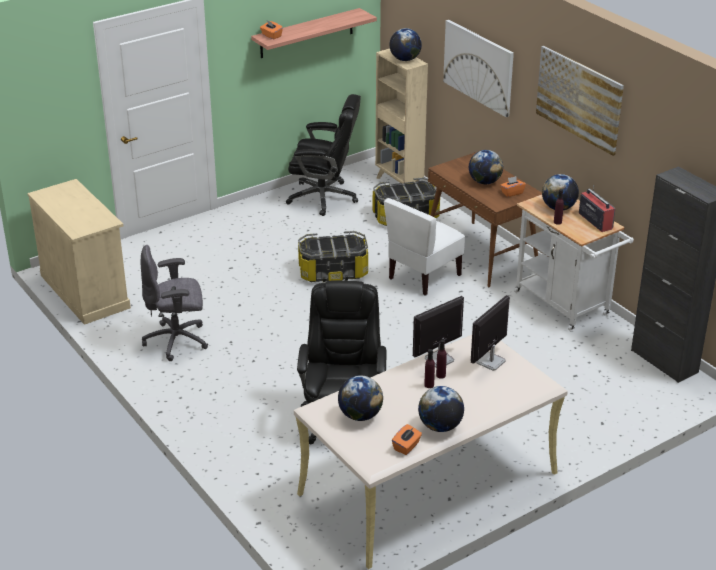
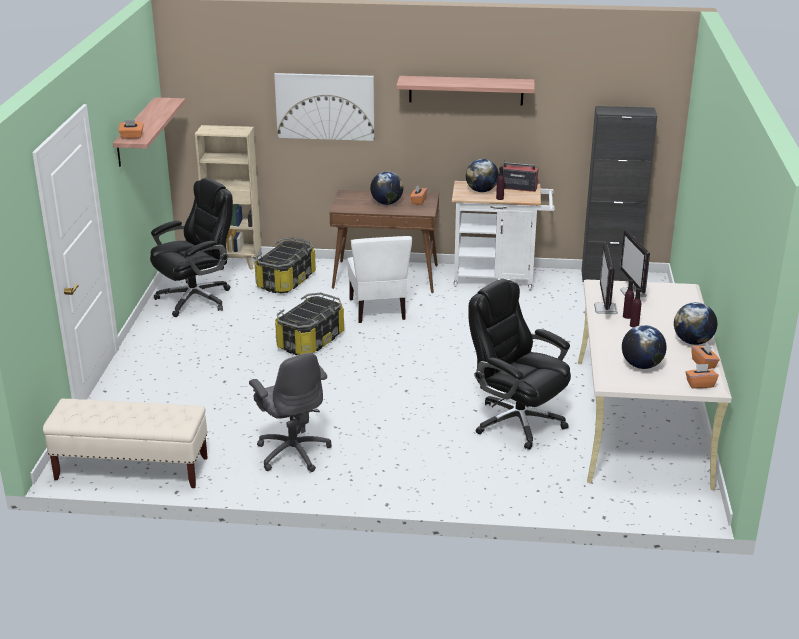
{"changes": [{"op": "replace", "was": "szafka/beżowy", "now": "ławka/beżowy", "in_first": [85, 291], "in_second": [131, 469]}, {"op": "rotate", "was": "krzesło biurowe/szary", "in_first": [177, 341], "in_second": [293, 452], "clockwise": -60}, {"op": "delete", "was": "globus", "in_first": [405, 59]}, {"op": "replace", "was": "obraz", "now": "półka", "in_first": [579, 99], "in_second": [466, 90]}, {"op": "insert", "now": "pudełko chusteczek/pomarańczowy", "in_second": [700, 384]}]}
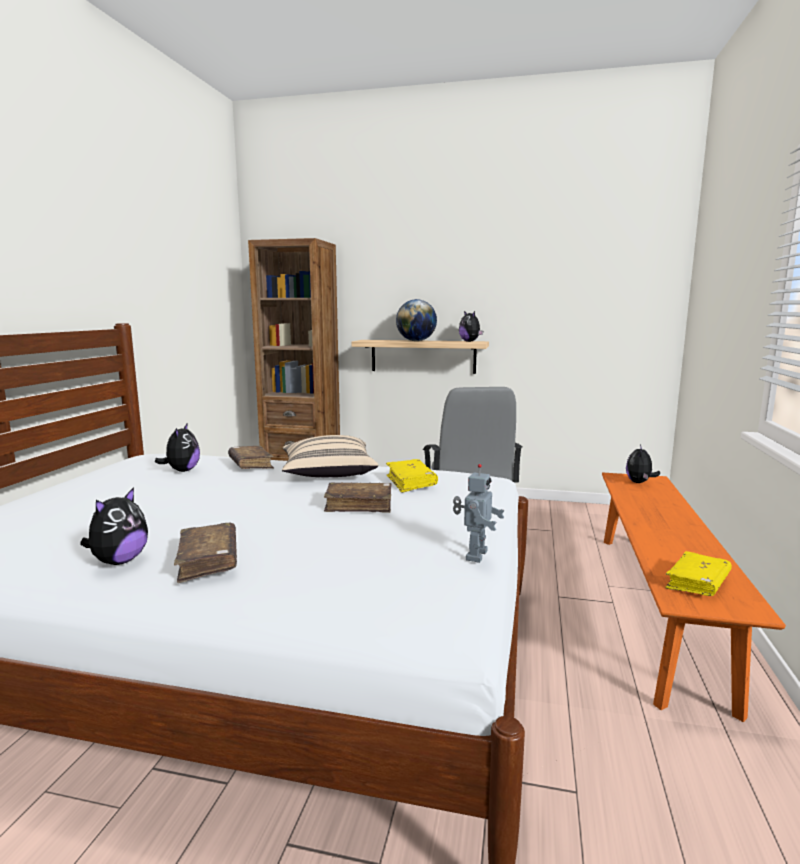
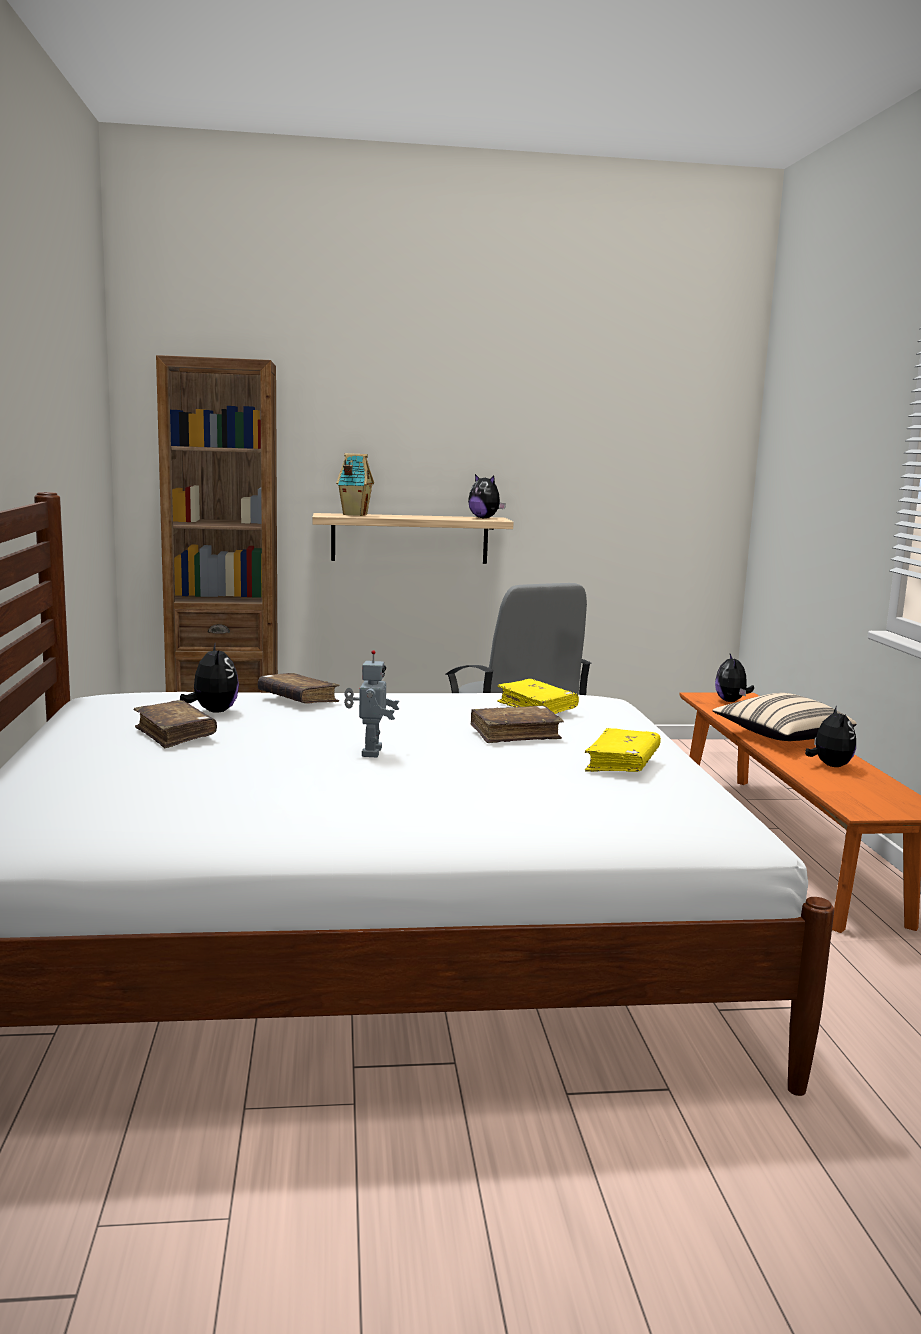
{"changes": [{"op": "move", "was": "pluszak", "in_first": [119, 561], "in_second": [829, 765]}, {"op": "move", "was": "książka/brązowy", "in_first": [208, 561], "in_second": [175, 734]}, {"op": "move", "was": "poduszka/beżowy", "in_first": [328, 474], "in_second": [781, 737]}, {"op": "delete", "was": "globus", "in_first": [416, 341]}, {"op": "move", "was": "robot zabawkowy", "in_first": [474, 555], "in_second": [369, 752]}, {"op": "move", "was": "książka/żółty", "in_first": [697, 583], "in_second": [622, 763]}, {"op": "insert", "now": "domek", "in_second": [354, 514]}]}
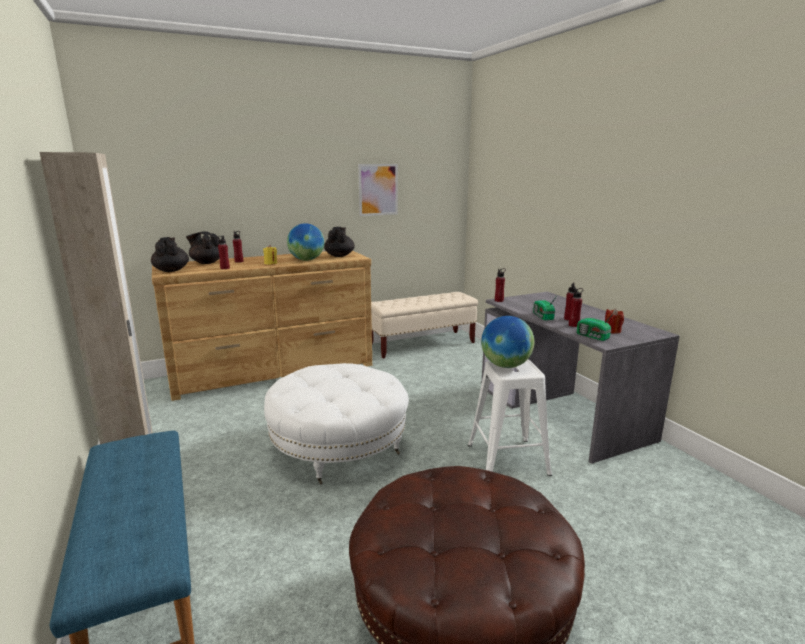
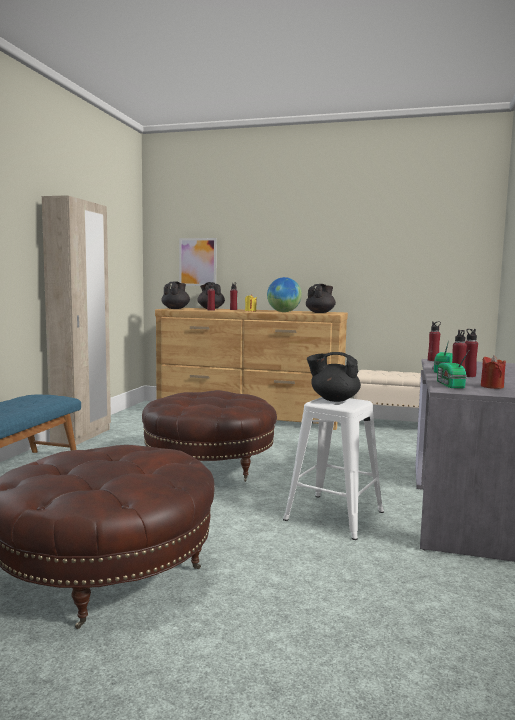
{"changes": [{"op": "recolor", "was": "pufa/biały", "now": "pufa/brązowy", "in_first": [339, 448], "in_second": [209, 465]}, {"op": "move", "was": "obraz", "in_first": [378, 189], "in_second": [197, 262]}, {"op": "replace", "was": "globus", "now": "imbryk/czarny", "in_first": [505, 365], "in_second": [333, 399]}]}
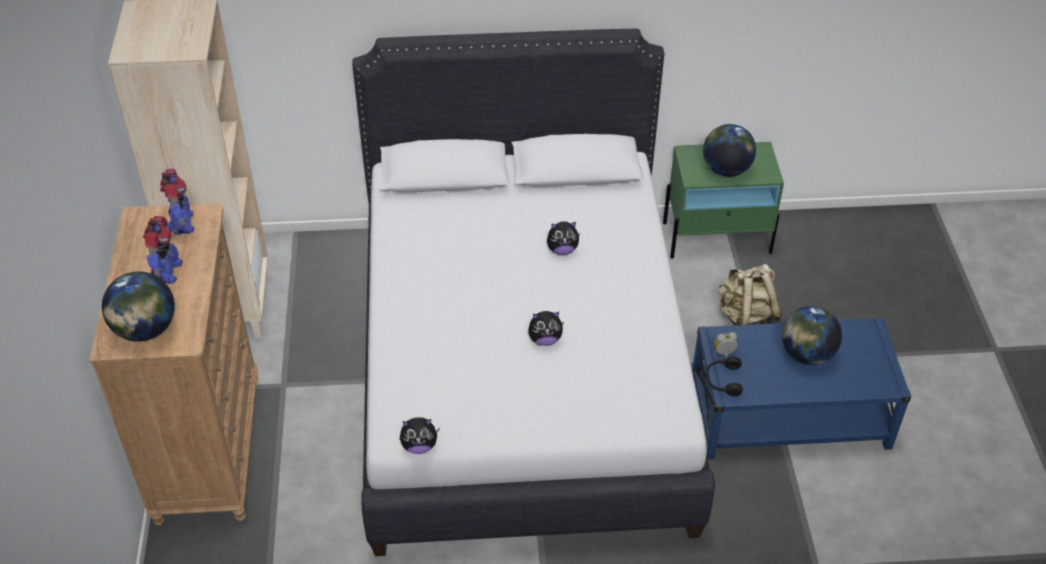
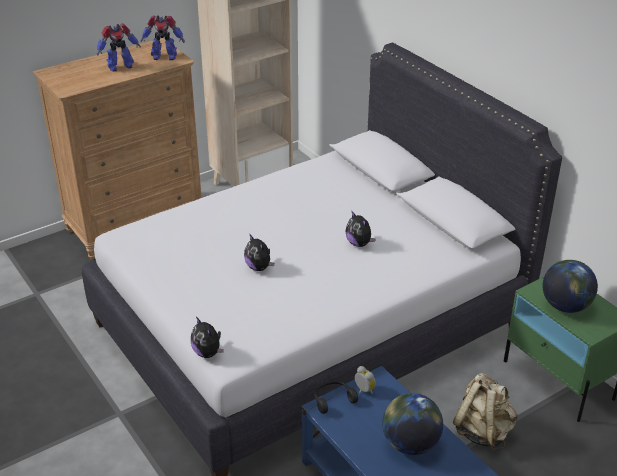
{"changes": [{"op": "delete", "was": "globus", "in_first": [145, 330]}, {"op": "rotate", "was": "robot zabawkowy", "in_first": [182, 224], "in_second": [164, 57], "clockwise": 45}, {"op": "move", "was": "pluszak", "in_first": [419, 446], "in_second": [208, 353]}]}
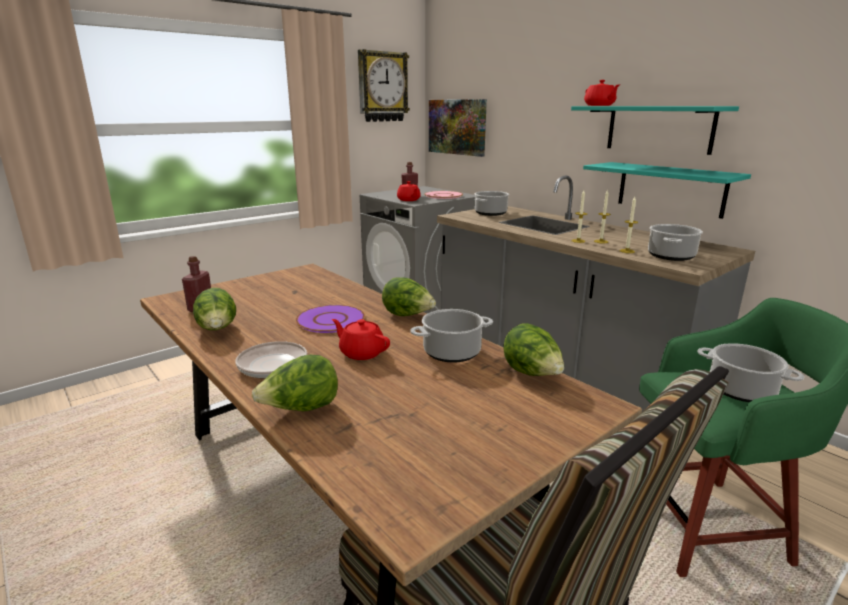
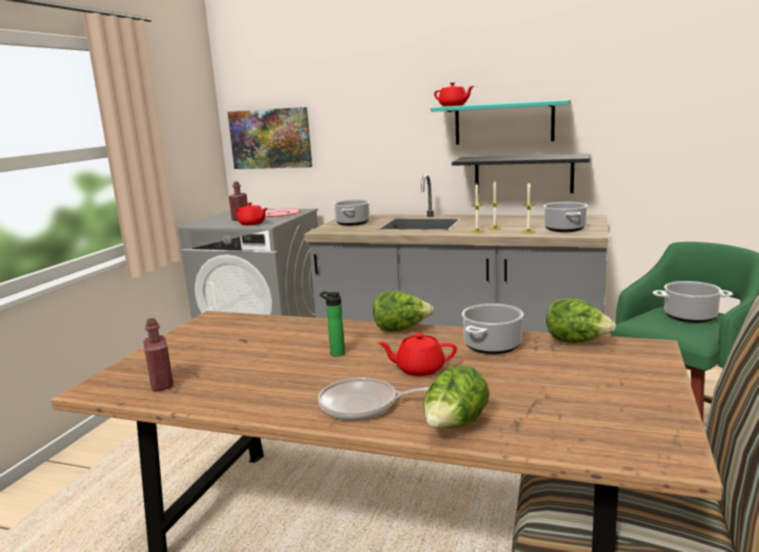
{"changes": [{"op": "delete", "was": "sałata", "in_first": [218, 330]}, {"op": "replace", "was": "talerz/fioletowy", "now": "butelka", "in_first": [330, 320], "in_second": [335, 353]}, {"op": "delete", "was": "zegar ścienny", "in_first": [382, 87]}, {"op": "recolor", "was": "półka/turkusowy", "now": "półka/czarny", "in_first": [670, 189], "in_second": [523, 174]}]}
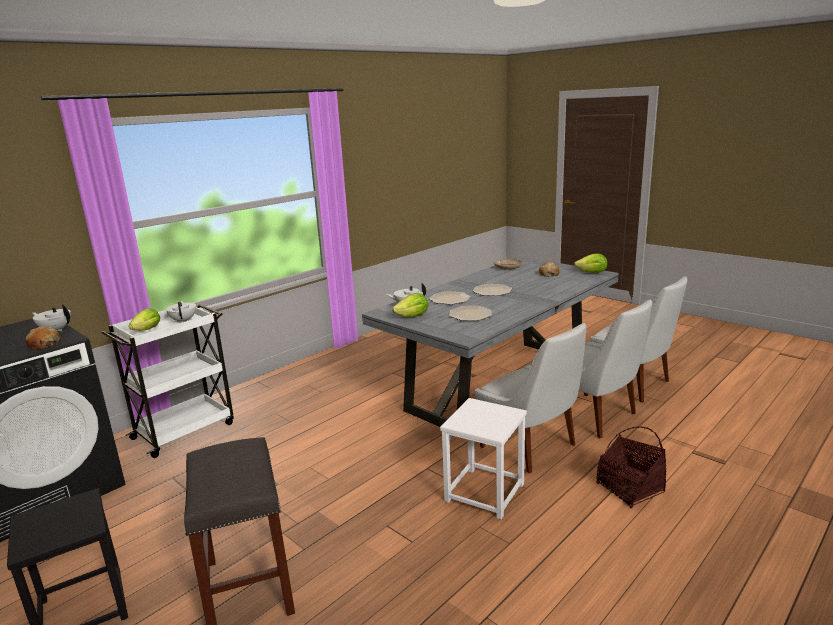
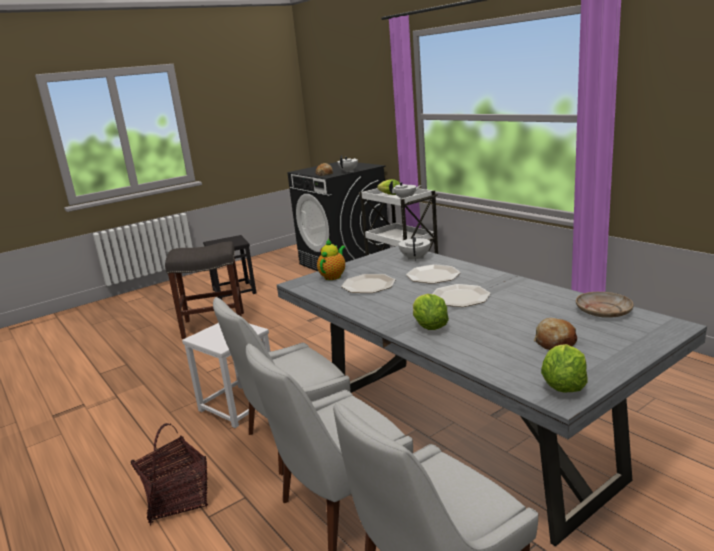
{"changes": [{"op": "move", "was": "sałata", "in_first": [413, 316], "in_second": [429, 327]}, {"op": "insert", "now": "imbryk", "in_second": [333, 276]}]}
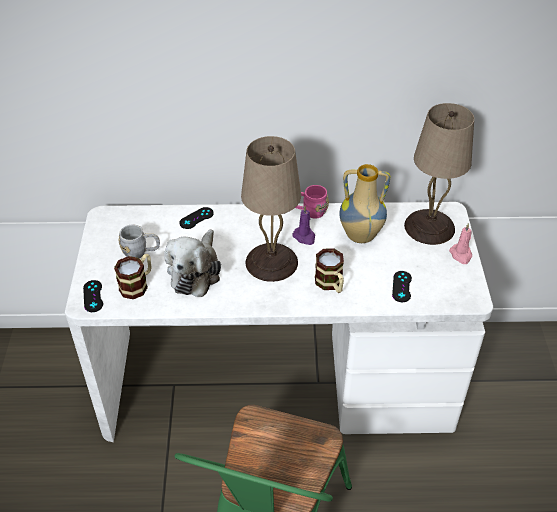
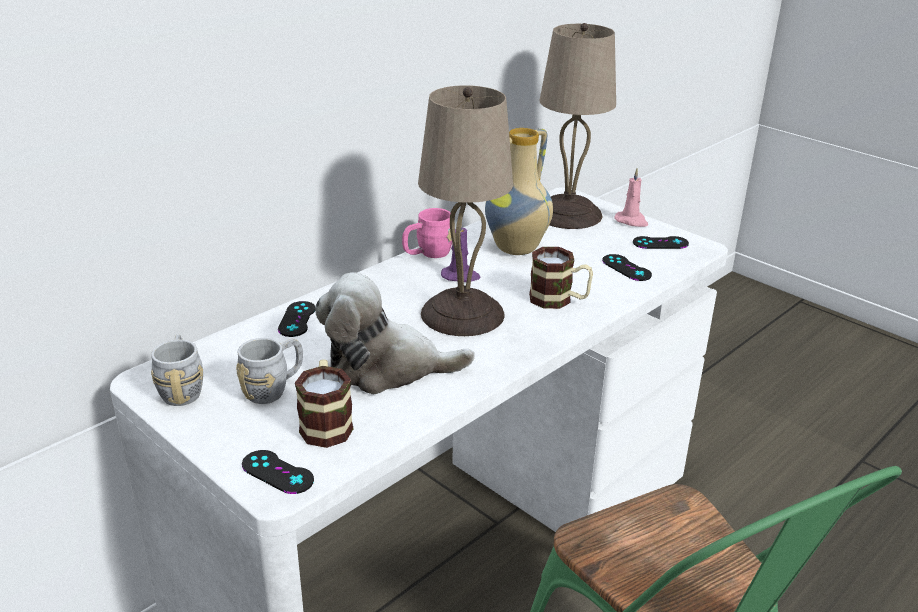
{"changes": [{"op": "rotate", "was": "pluszak", "in_first": [196, 272], "in_second": [385, 368], "clockwise": 120}, {"op": "insert", "now": "kubek/szary", "in_second": [182, 388]}, {"op": "insert", "now": "pad do gier/czarny", "in_second": [660, 243]}]}
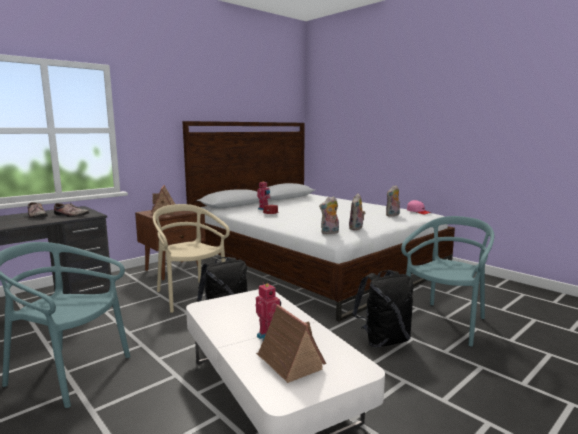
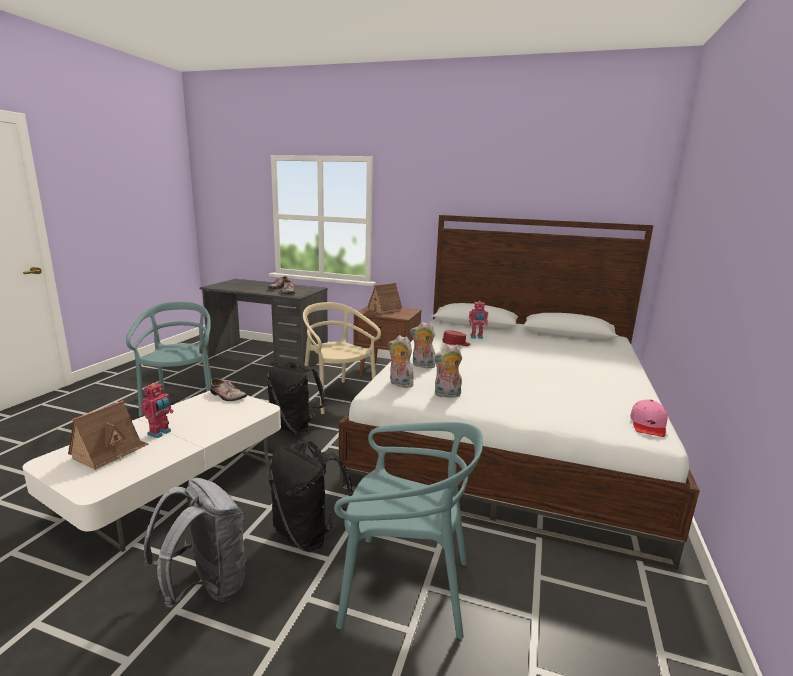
{"changes": [{"op": "rotate", "was": "krzesło/beżowy", "in_first": [190, 295], "in_second": [337, 396], "clockwise": -60}, {"op": "move", "was": "pluszak", "in_first": [393, 215], "in_second": [422, 365]}, {"op": "insert", "now": "plecak/szary", "in_second": [205, 587]}, {"op": "insert", "now": "but", "in_second": [227, 396]}]}
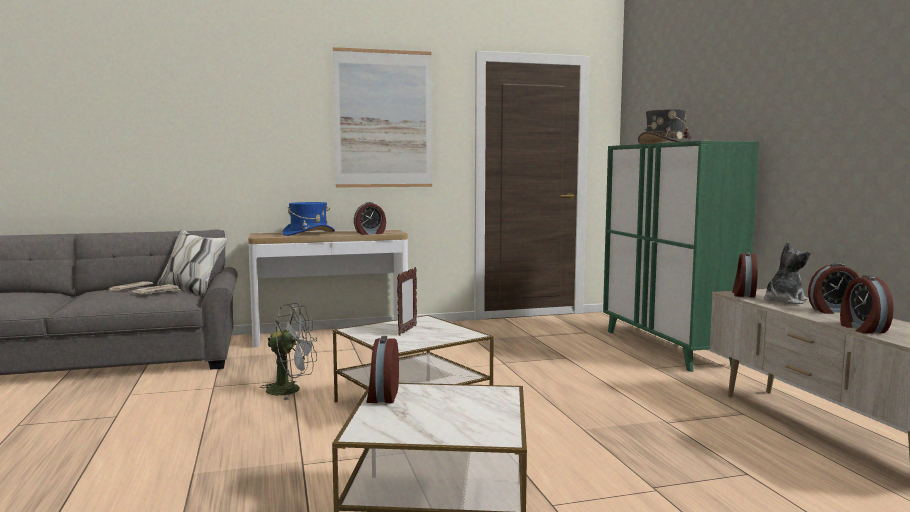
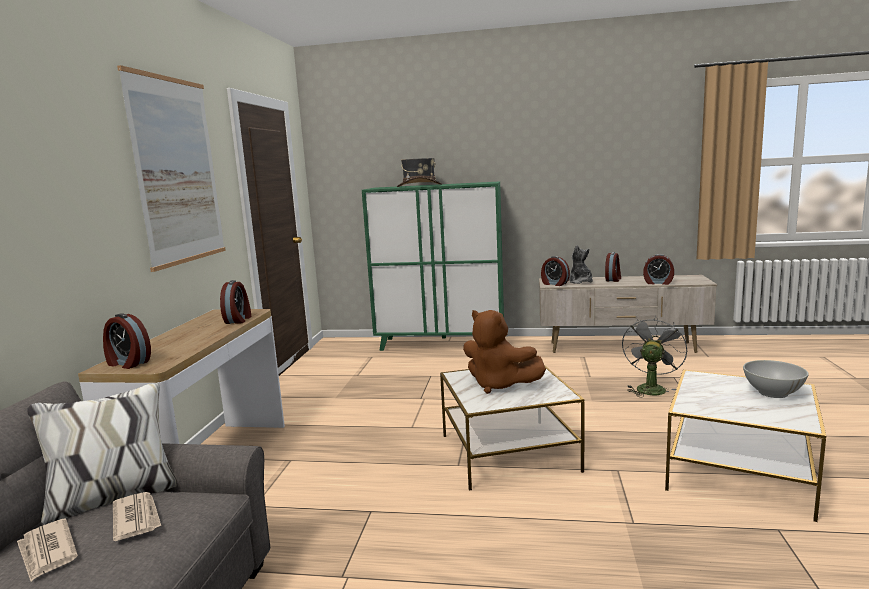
{"changes": [{"op": "move", "was": "wentylator/szary", "in_first": [291, 390], "in_second": [650, 388]}, {"op": "delete", "was": "kapelusz/niebieski", "in_first": [309, 234]}, {"op": "move", "was": "budzik", "in_first": [382, 396], "in_second": [128, 363]}, {"op": "replace", "was": "ramka na zdjęcie", "now": "pluszak/brązowy", "in_first": [407, 330], "in_second": [499, 385]}, {"op": "insert", "now": "miska/biały", "in_second": [772, 393]}]}
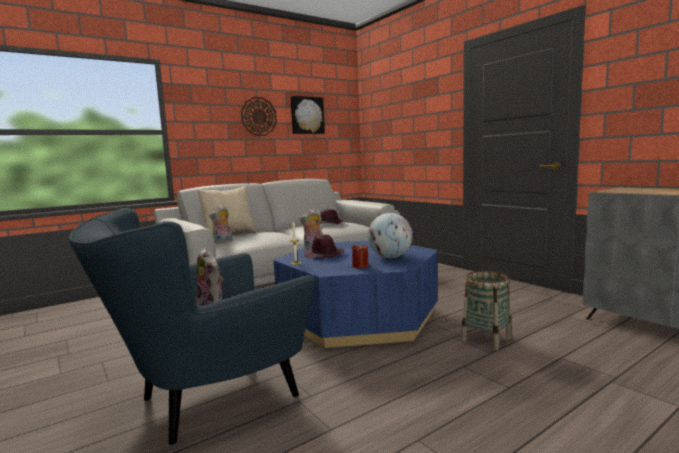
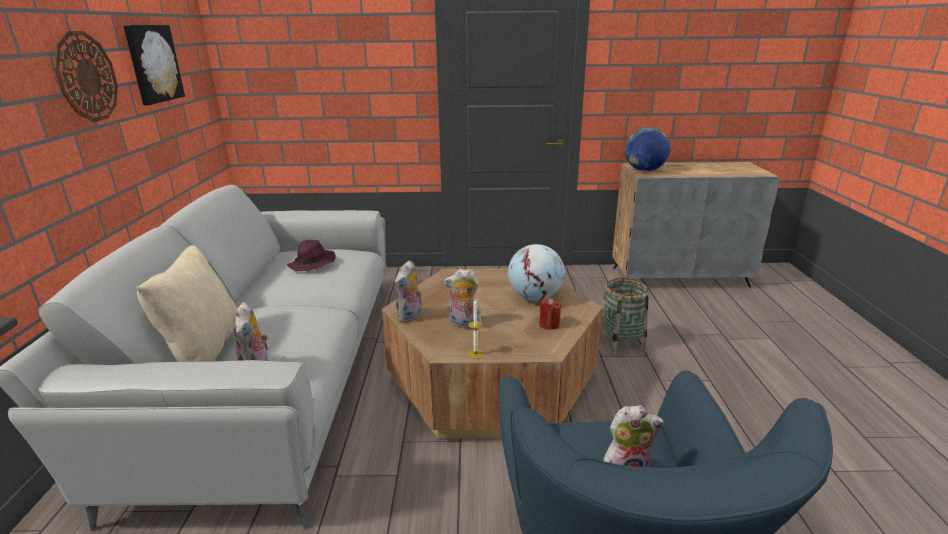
{"changes": [{"op": "recolor", "was": "ława/niebieski", "now": "ława/brązowy", "in_first": [359, 317], "in_second": [491, 379]}, {"op": "replace", "was": "kapelusz/fioletowy", "now": "pluszak", "in_first": [324, 255], "in_second": [464, 324]}, {"op": "insert", "now": "globus", "in_second": [644, 170]}]}
